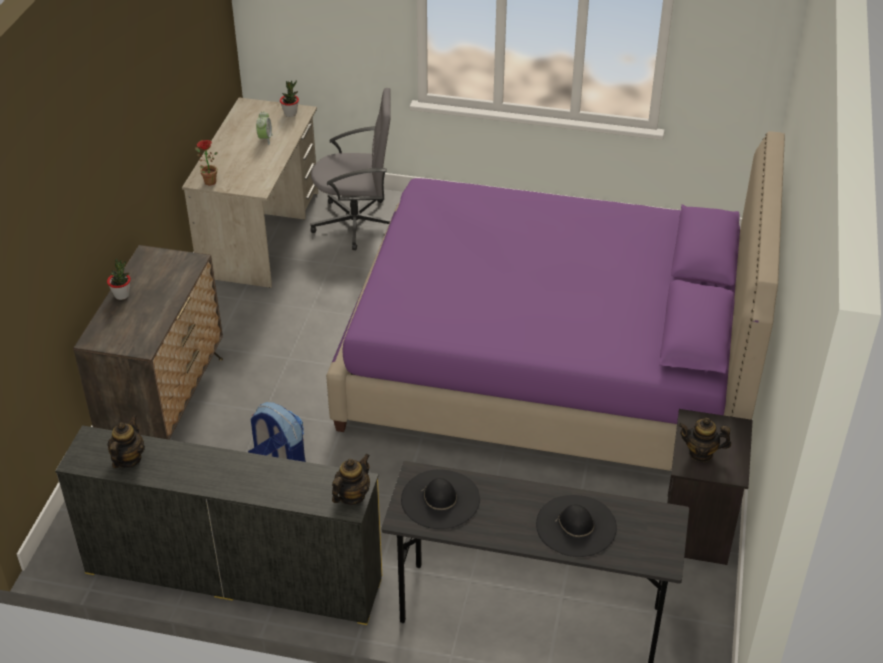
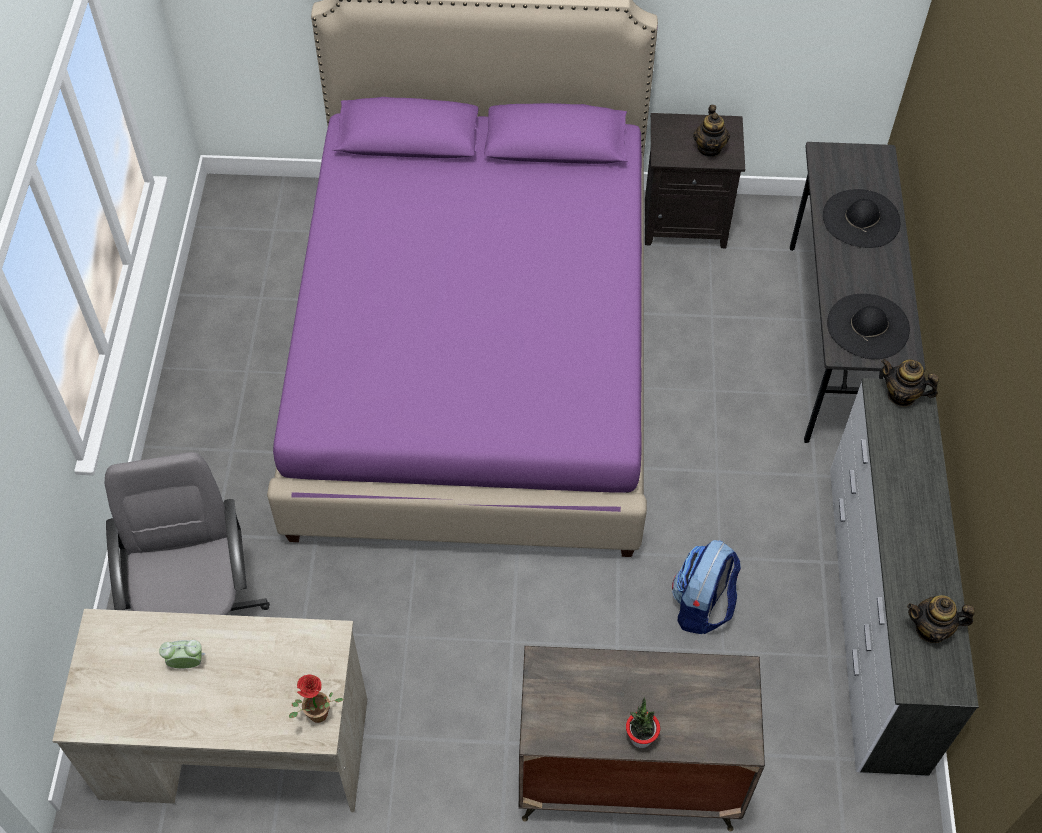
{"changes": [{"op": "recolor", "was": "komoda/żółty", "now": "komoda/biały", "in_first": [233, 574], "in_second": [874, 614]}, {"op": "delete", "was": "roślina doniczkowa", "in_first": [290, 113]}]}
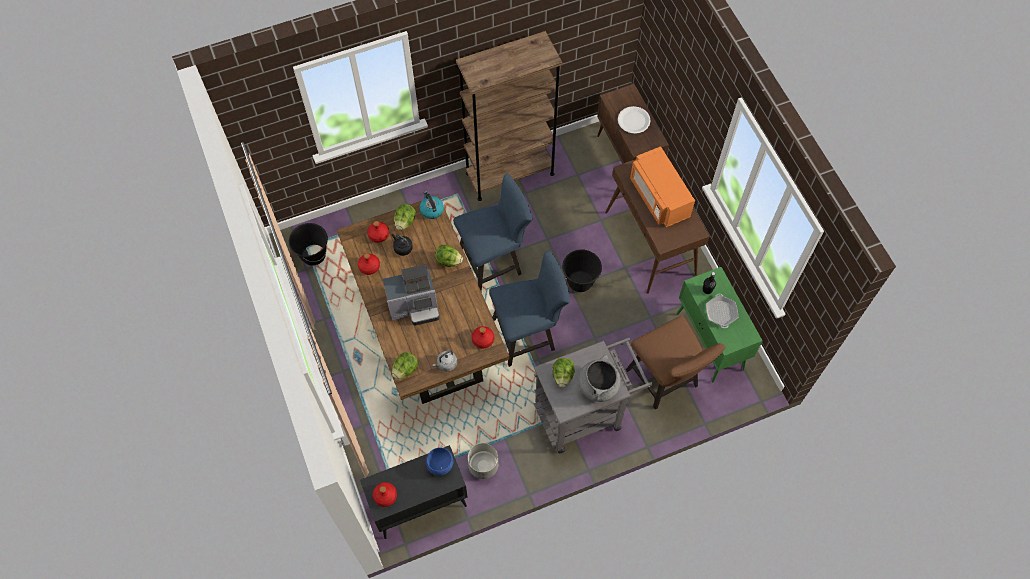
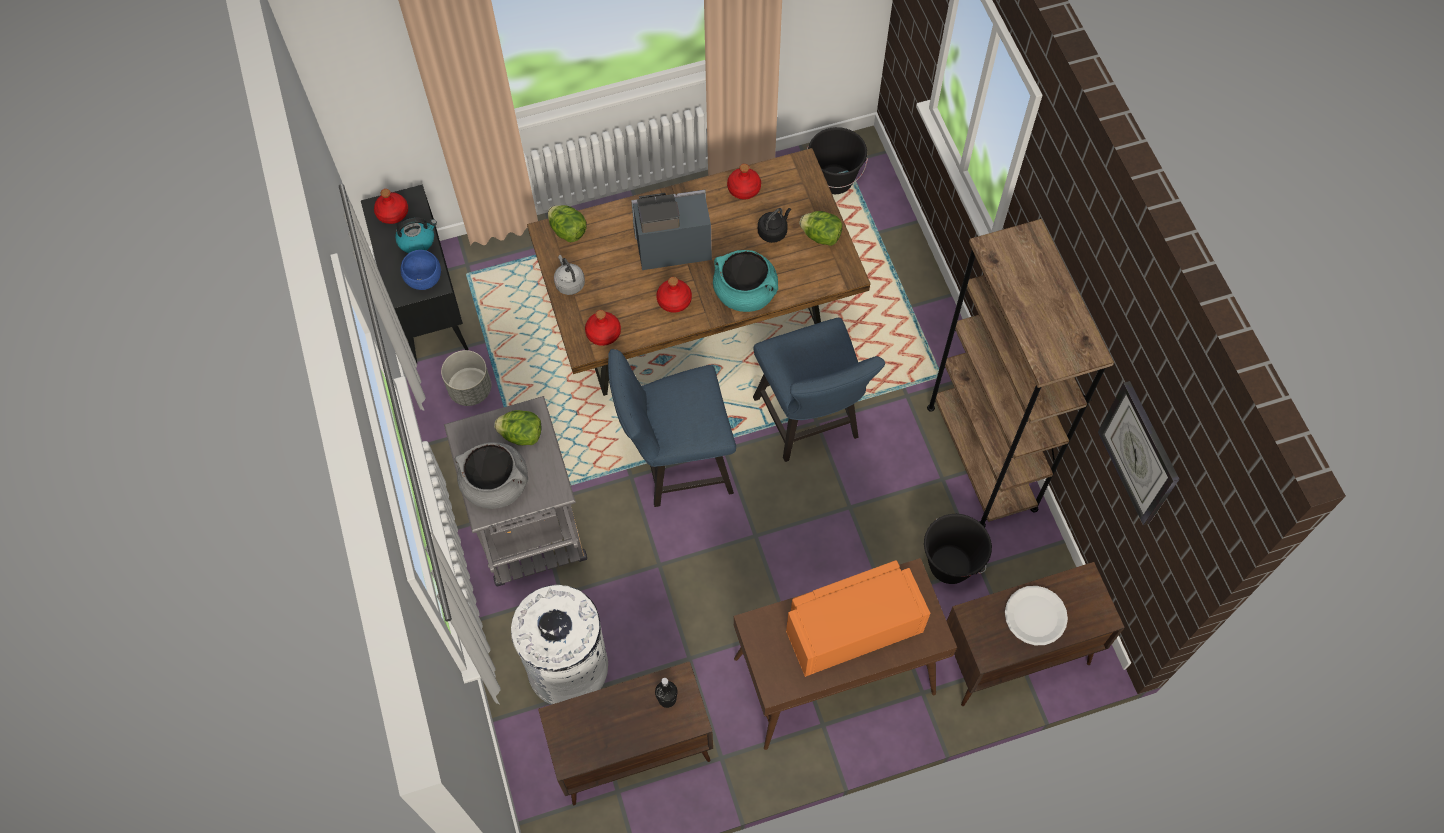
{"changes": [{"op": "move", "was": "butelka/czerwony", "in_first": [378, 235], "in_second": [674, 300]}, {"op": "rotate", "was": "ekspres do kawy", "in_first": [415, 307], "in_second": [669, 245], "clockwise": 90}, {"op": "move", "was": "czajnik", "in_first": [431, 210], "in_second": [417, 240]}, {"op": "replace", "was": "sałata", "now": "garnek/turkusowy", "in_first": [449, 261], "in_second": [745, 293]}, {"op": "rotate", "was": "krzesło/niebieski", "in_first": [528, 334], "in_second": [676, 464], "clockwise": 90}, {"op": "move", "was": "wiadro/czarny", "in_first": [580, 281], "in_second": [949, 565]}, {"op": "replace", "was": "krzesło/brązowy", "now": "kosz na śmieci/biały", "in_first": [665, 381], "in_second": [568, 667]}, {"op": "recolor", "was": "szafka/zielony", "now": "szafka/brązowy", "in_first": [710, 342], "in_second": [632, 754]}, {"op": "delete", "was": "patelnia", "in_first": [721, 312]}, {"op": "insert", "now": "zegar ścienny", "in_second": [1139, 453]}]}
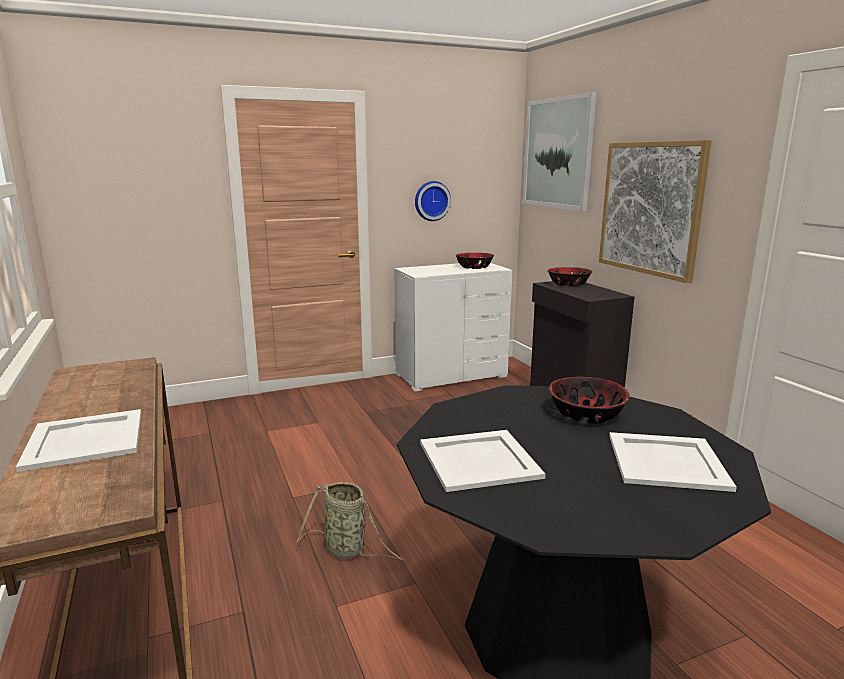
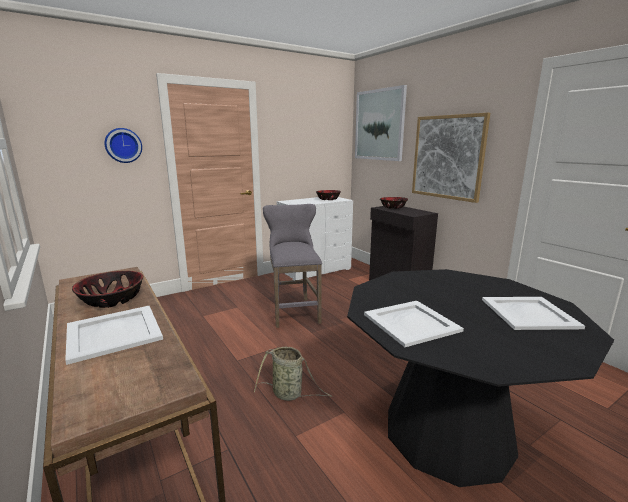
{"changes": [{"op": "move", "was": "zegar ścienny", "in_first": [431, 201], "in_second": [123, 145]}, {"op": "move", "was": "miska", "in_first": [587, 414], "in_second": [112, 300]}, {"op": "insert", "now": "stołek/szary", "in_second": [294, 310]}]}
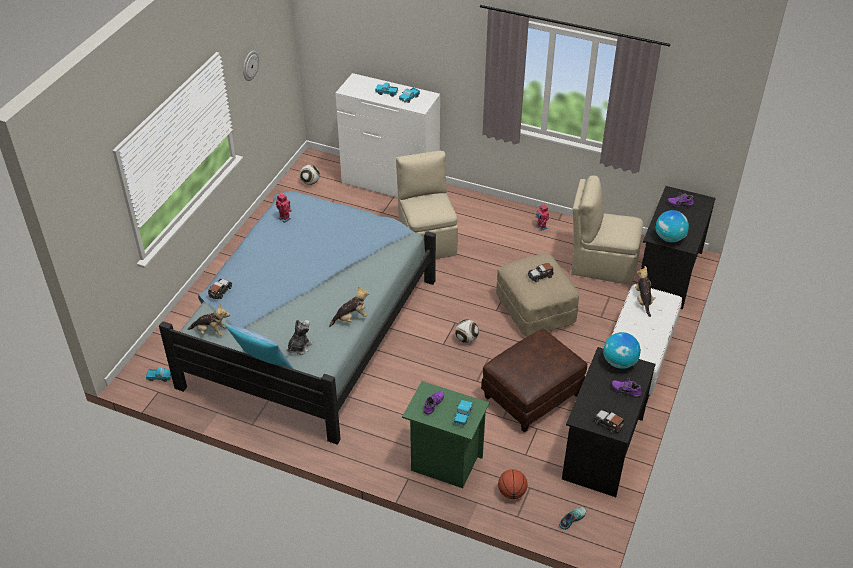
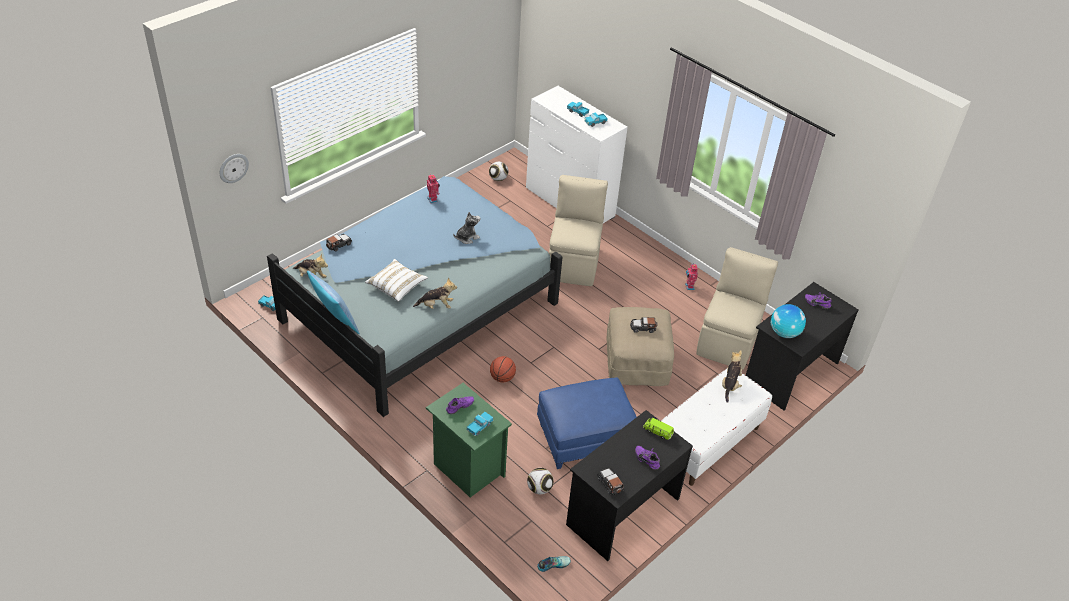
{"changes": [{"op": "move", "was": "zegar ścienny", "in_first": [250, 65], "in_second": [233, 168]}, {"op": "move", "was": "pluszak", "in_first": [299, 347], "in_second": [467, 237]}, {"op": "move", "was": "piłka futbolowa", "in_first": [466, 339], "in_second": [539, 488]}, {"op": "recolor", "was": "pufa/brązowy", "now": "pufa/niebieski", "in_first": [532, 395], "in_second": [585, 438]}, {"op": "move", "was": "piłka do koszykówki", "in_first": [512, 492], "in_second": [502, 378]}, {"op": "rotate", "was": "krzesło/beżowy", "in_first": [602, 264], "in_second": [728, 340], "clockwise": 75}, {"op": "replace", "was": "globus", "now": "samochodzik/zielony", "in_first": [619, 362], "in_second": [657, 432]}, {"op": "insert", "now": "poduszka/biały", "in_second": [396, 286]}]}
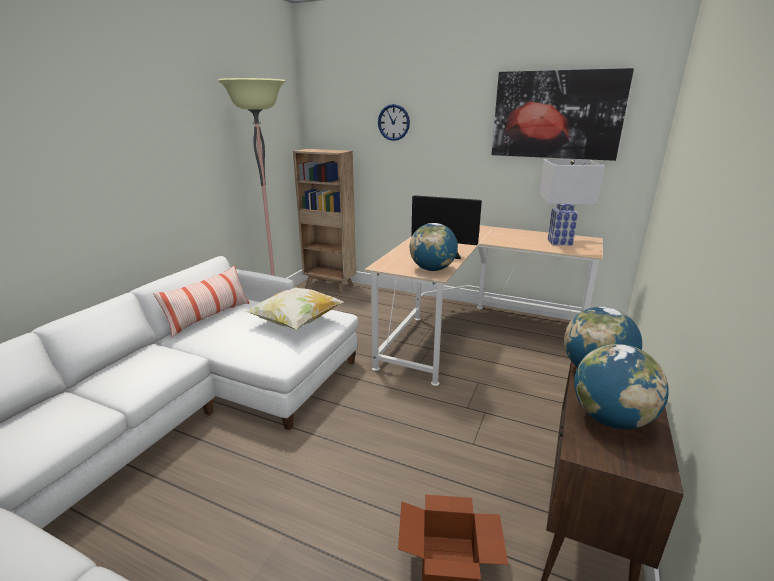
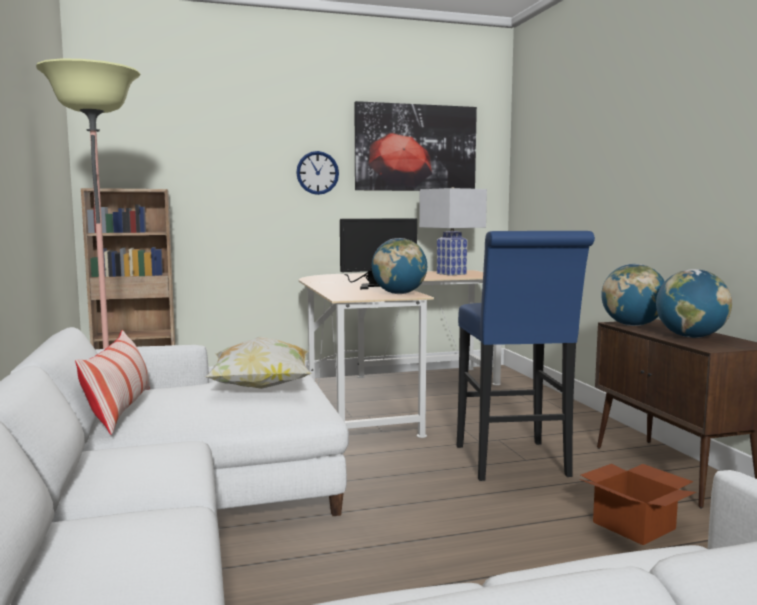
{"changes": [{"op": "move", "was": "zegar ścienny", "in_first": [393, 122], "in_second": [317, 173]}, {"op": "insert", "now": "stołek/niebieski", "in_second": [514, 464]}]}
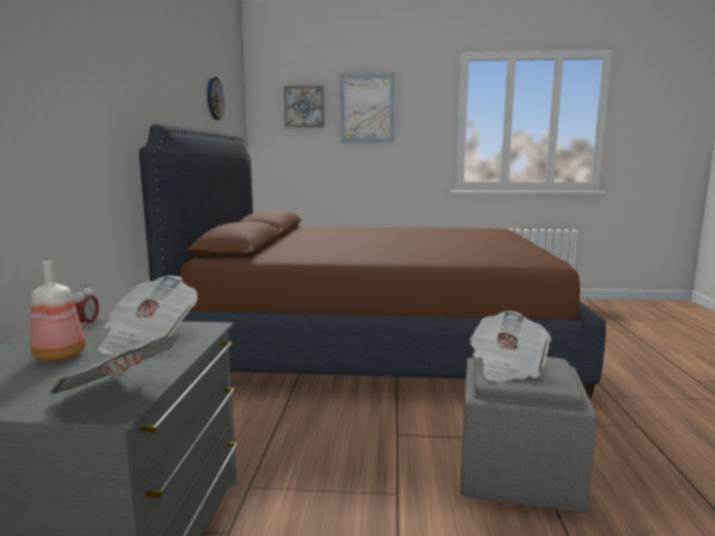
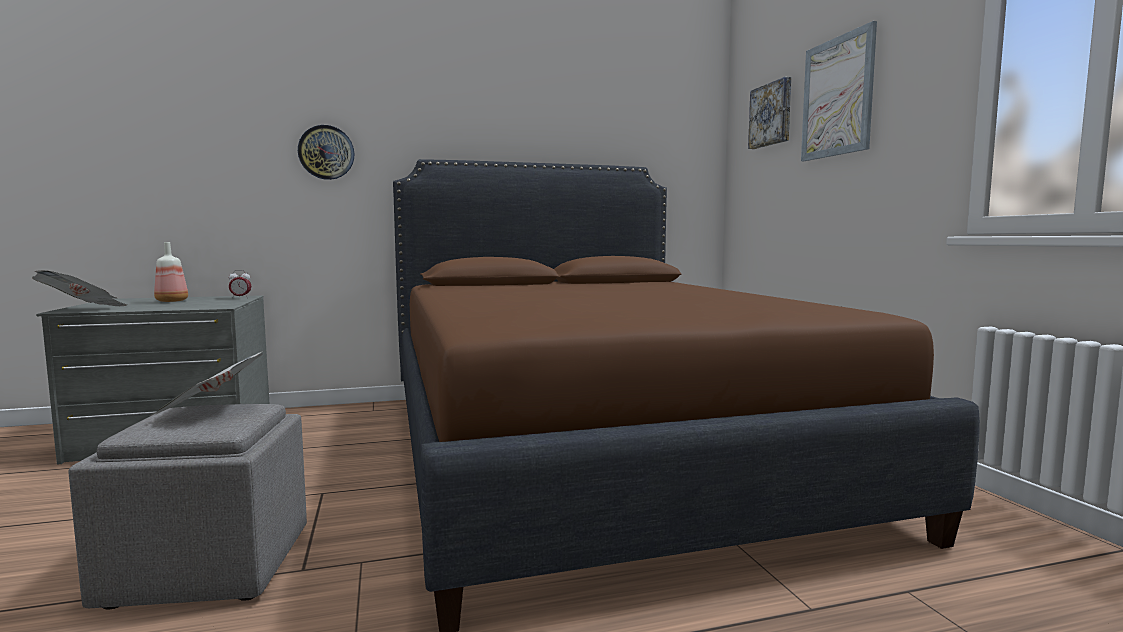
{"changes": [{"op": "delete", "was": "gazeta", "in_first": [148, 338]}, {"op": "move", "was": "zegar ścienny", "in_first": [214, 98], "in_second": [326, 152]}]}
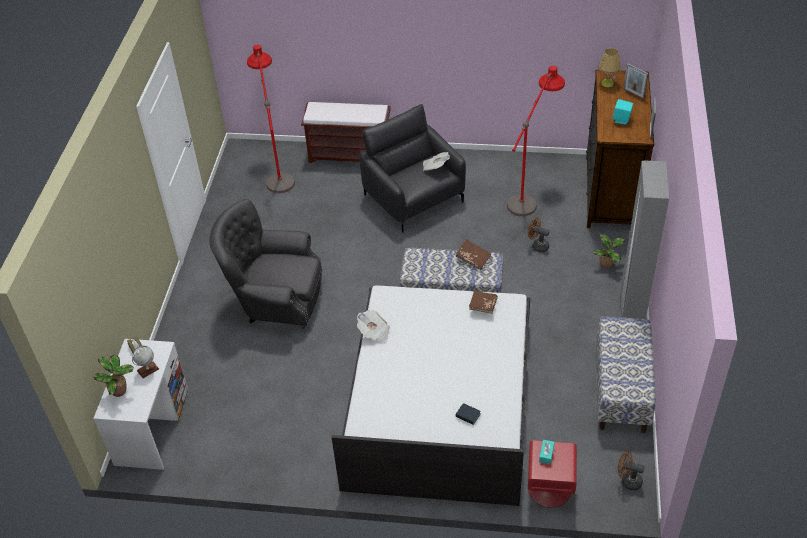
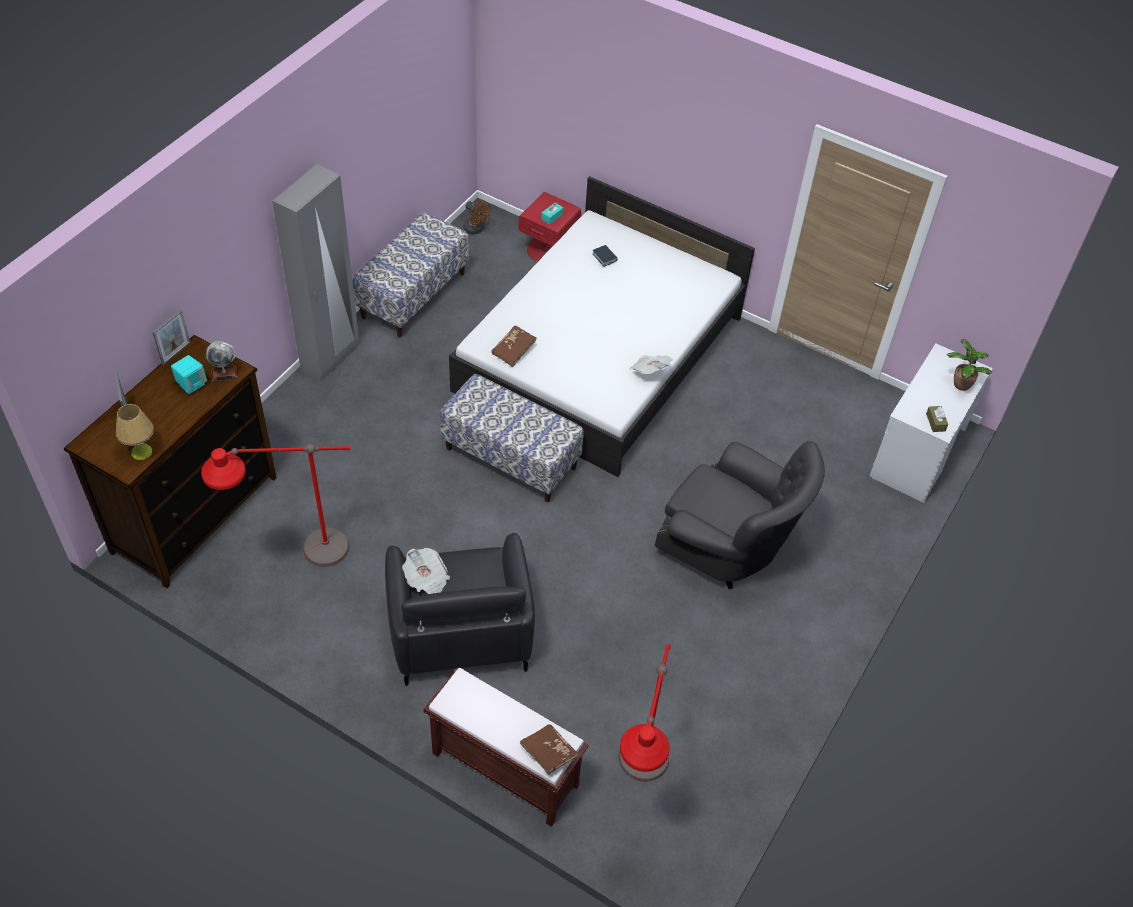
{"changes": [{"op": "move", "was": "globus", "in_first": [148, 370], "in_second": [224, 374]}, {"op": "move", "was": "książka/brązowy", "in_first": [473, 258], "in_second": [548, 753]}, {"op": "delete", "was": "wentylator/brązowy", "in_first": [537, 245]}, {"op": "delete", "was": "roślina doniczkowa", "in_first": [607, 264]}]}
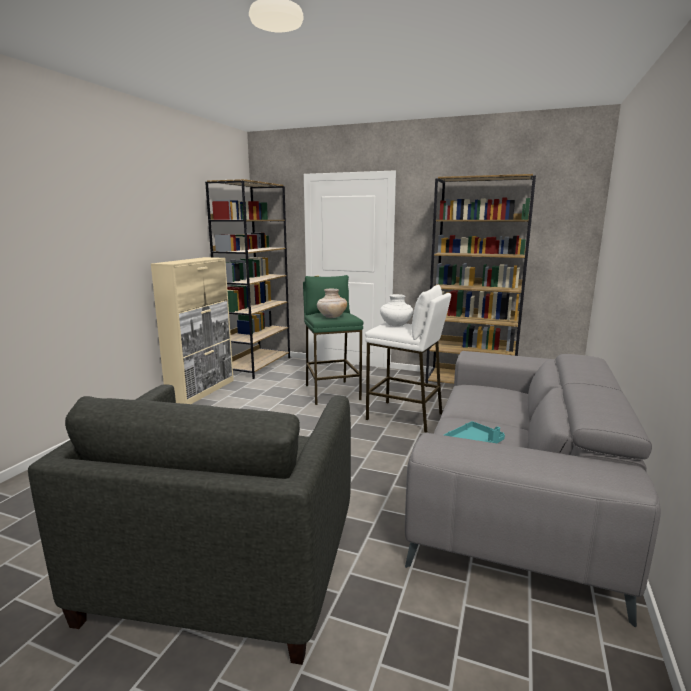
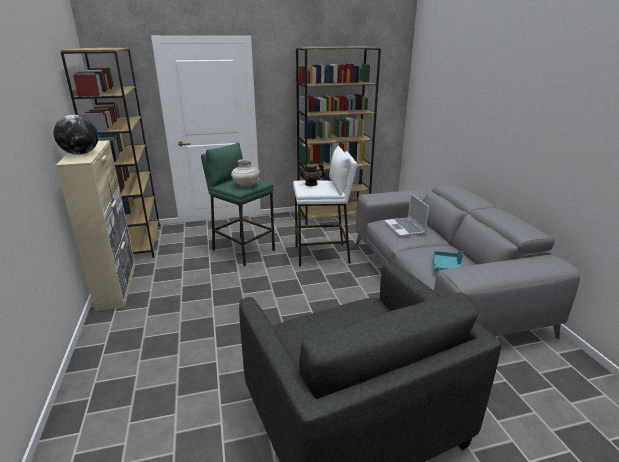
{"changes": [{"op": "replace", "was": "wazon/biały", "now": "imbryk", "in_first": [396, 325], "in_second": [311, 184]}, {"op": "insert", "now": "globus", "in_second": [81, 154]}, {"op": "insert", "now": "laptop", "in_second": [405, 228]}]}
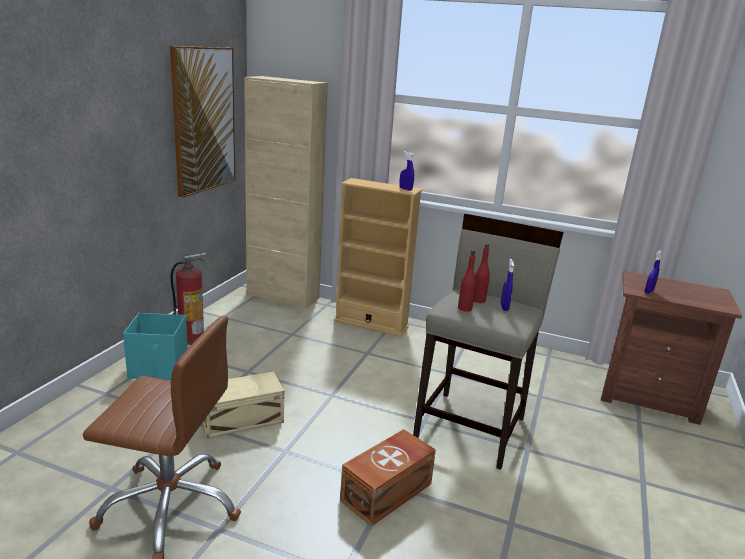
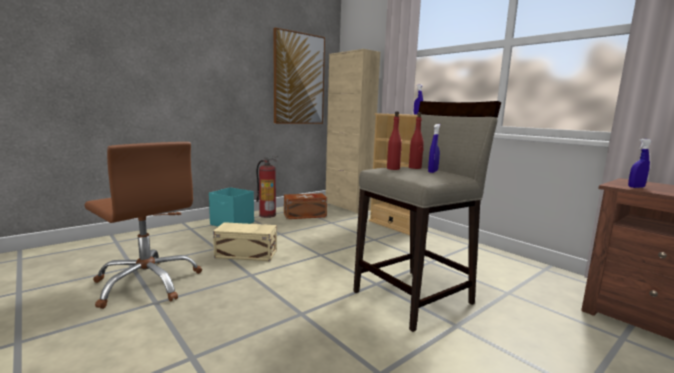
{"changes": [{"op": "move", "was": "pojemnik do przechowywania/brązowy", "in_first": [388, 492], "in_second": [305, 215]}]}
